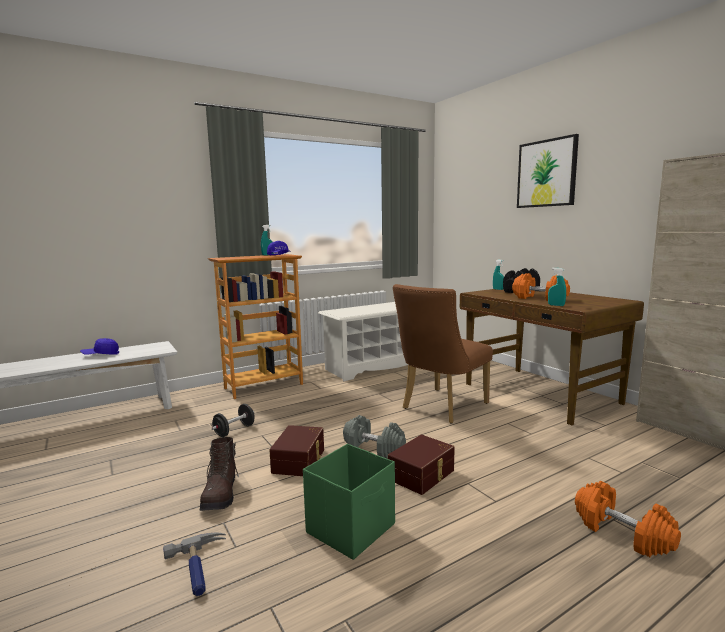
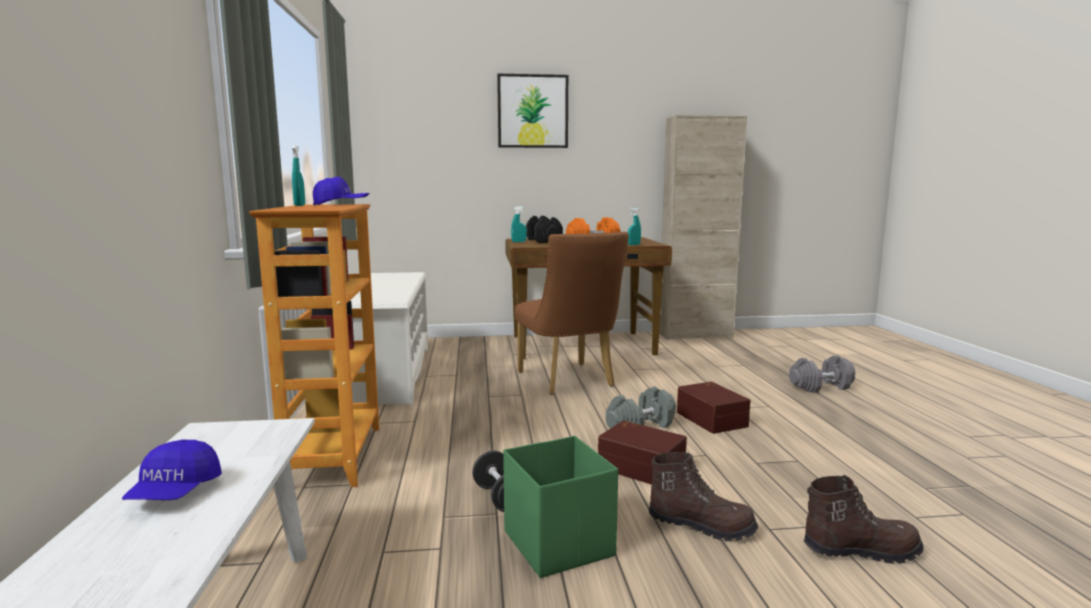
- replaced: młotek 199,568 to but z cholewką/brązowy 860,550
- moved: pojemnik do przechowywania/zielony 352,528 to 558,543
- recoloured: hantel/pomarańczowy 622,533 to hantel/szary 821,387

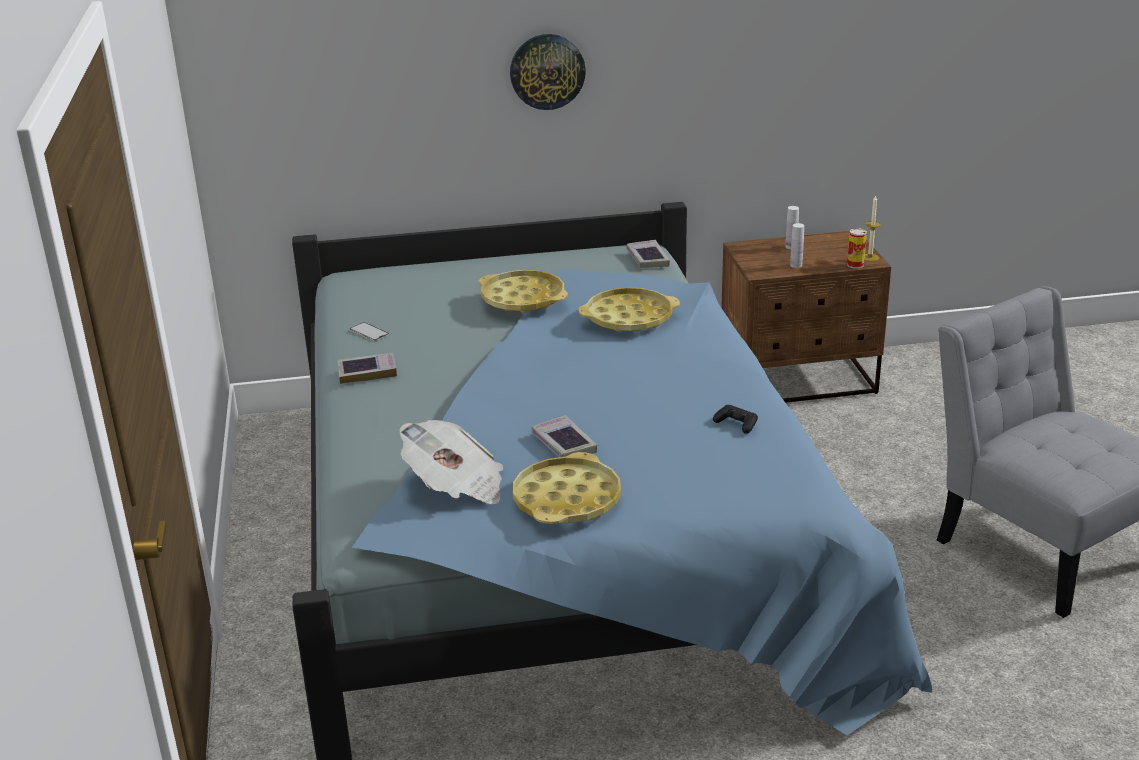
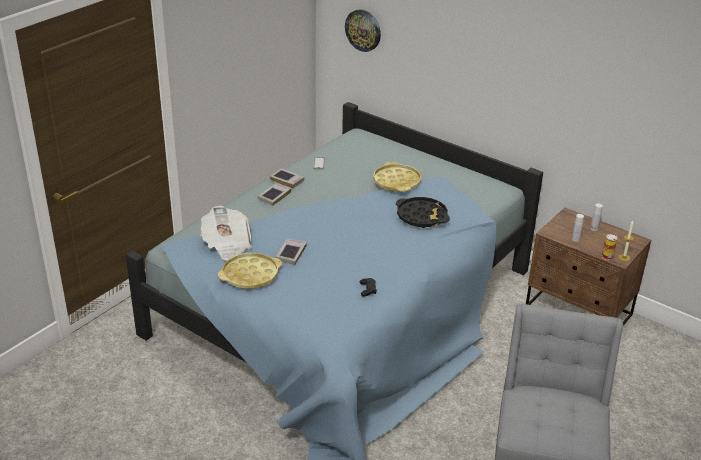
- moved: zegar ścienny 547,71 to 363,30
- recoloured: taca/żółty 629,317 to taca/czarny 422,216
- moved: książka 647,259 to 274,196

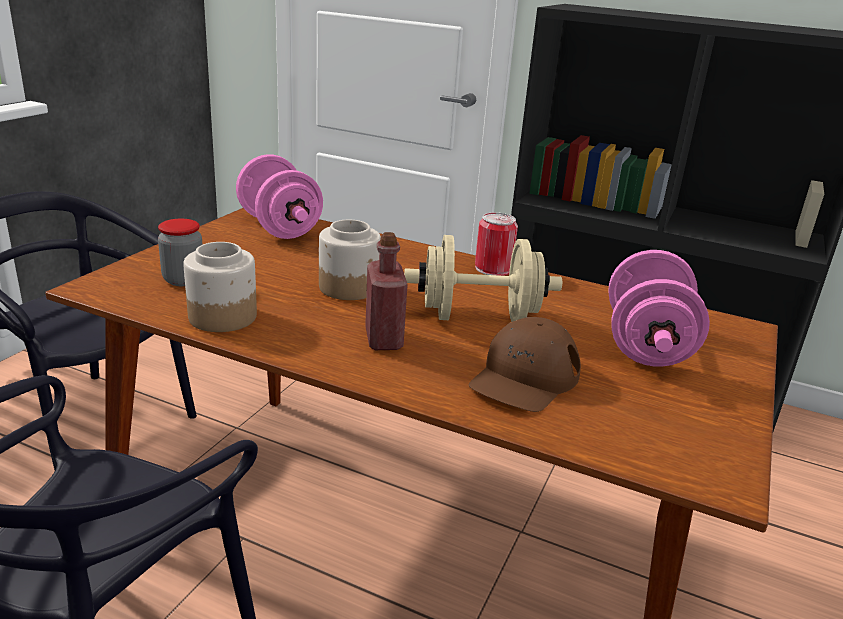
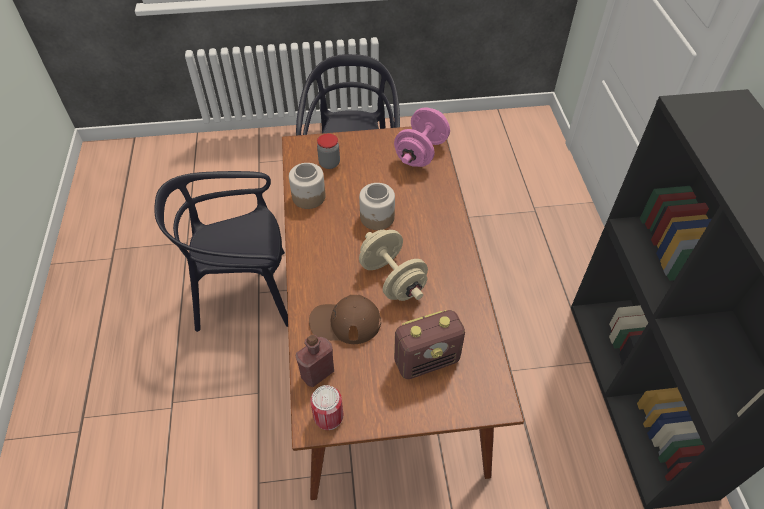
- moved: butelka/czerwony 383,339 to 317,373
- moved: puszka 493,268 to 328,416
- replaced: hantel/różowy 646,345 to radio 427,360

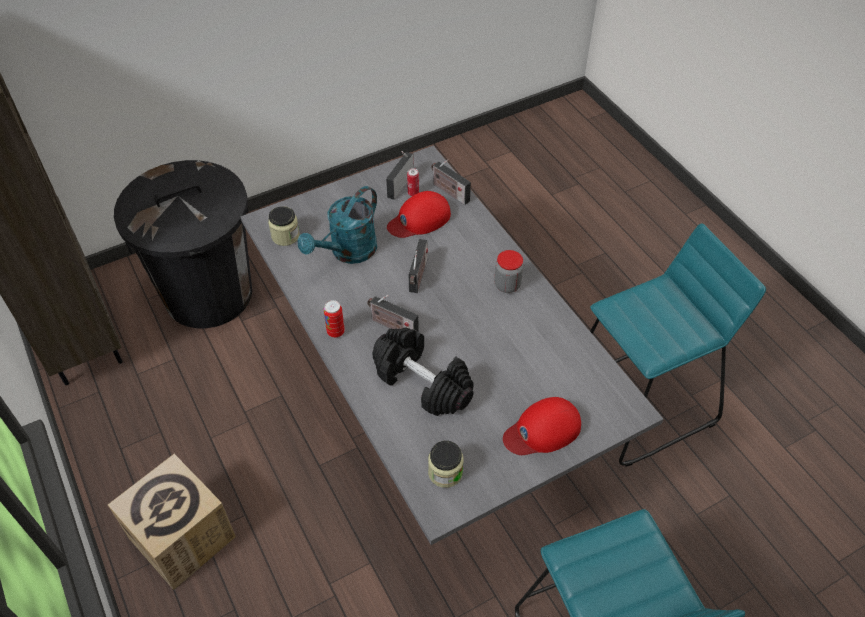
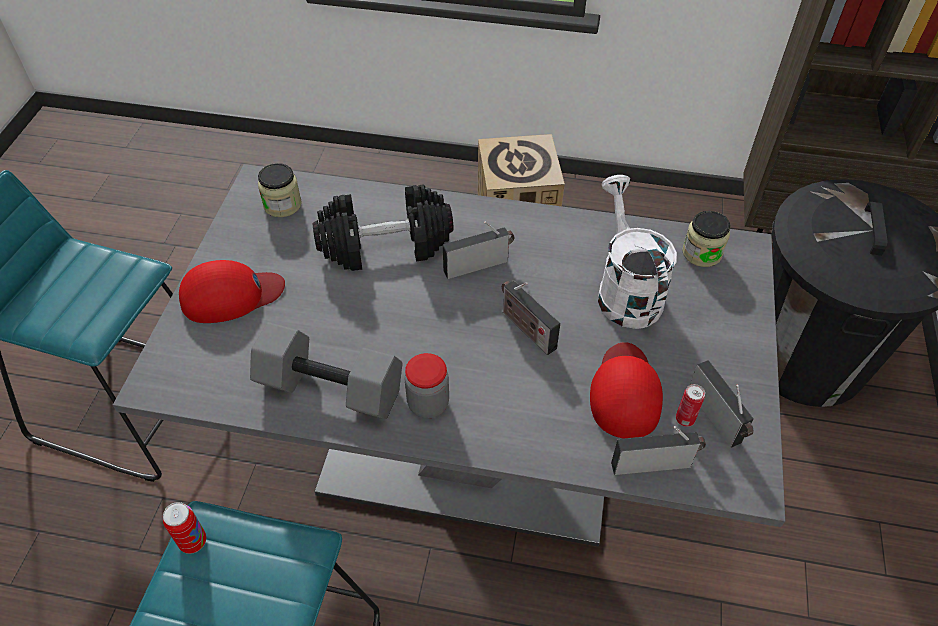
- recoloured: konewka/turkusowy 348,252 to konewka/biały 625,290
- moved: puszka 335,332 to 193,541
- turned: czapka z daszkiem/czerwony 542,430 = 231,295 60 degrees clockwise
- added: hantel/szary 333,386

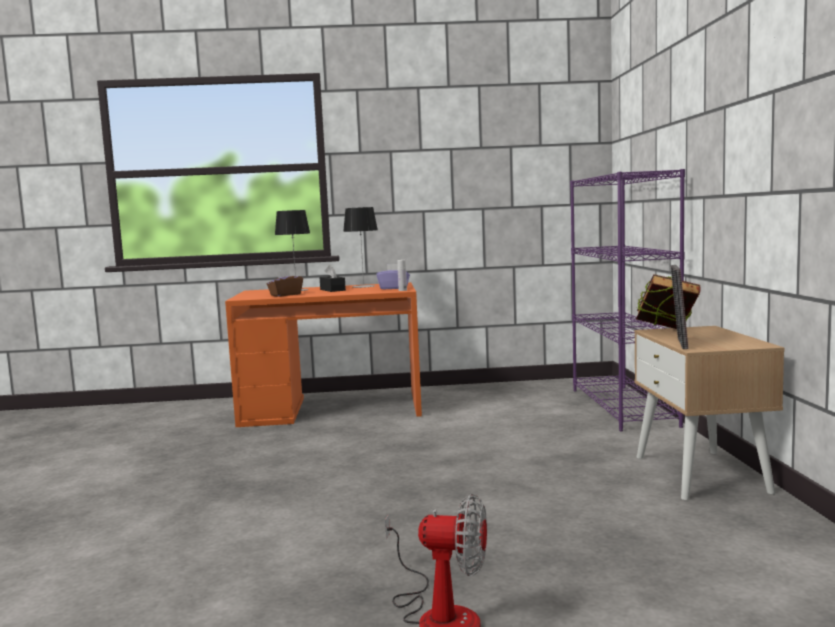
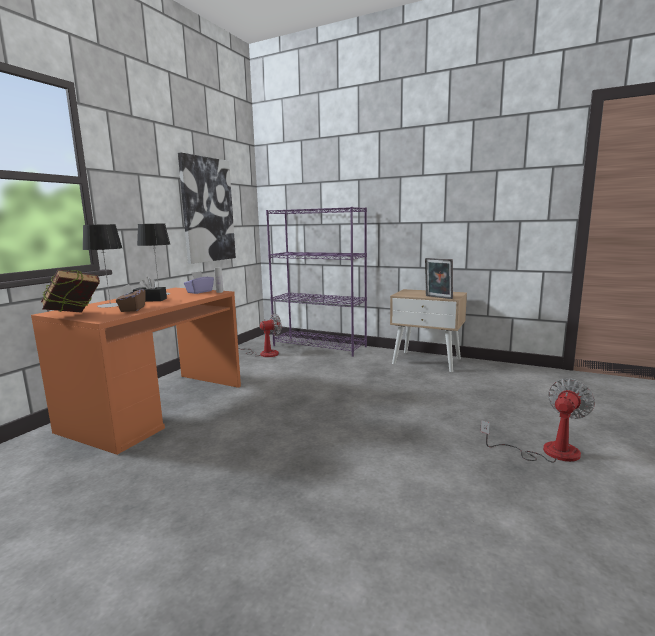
- moved: książka 666,332 to 74,316
- added: obraz 207,210
- added: wentylator 263,353

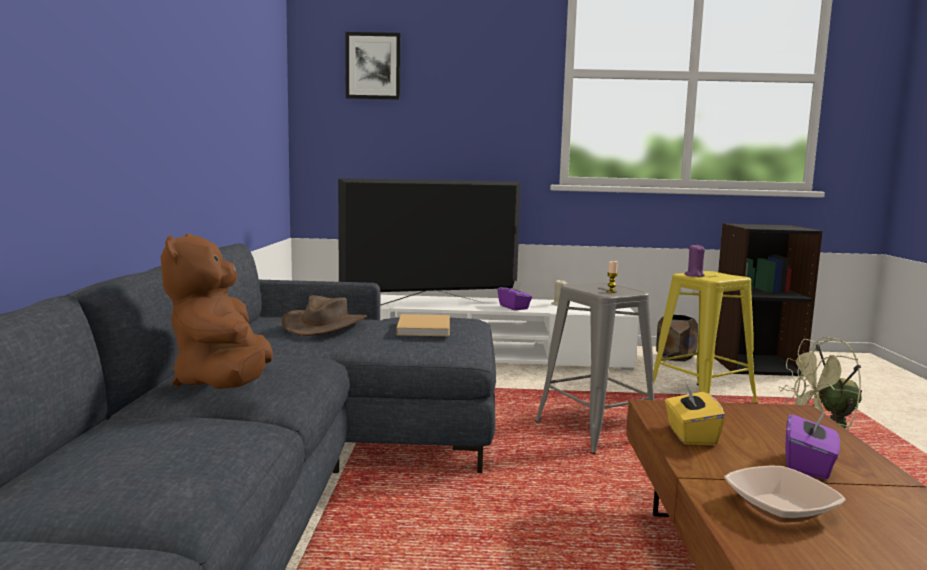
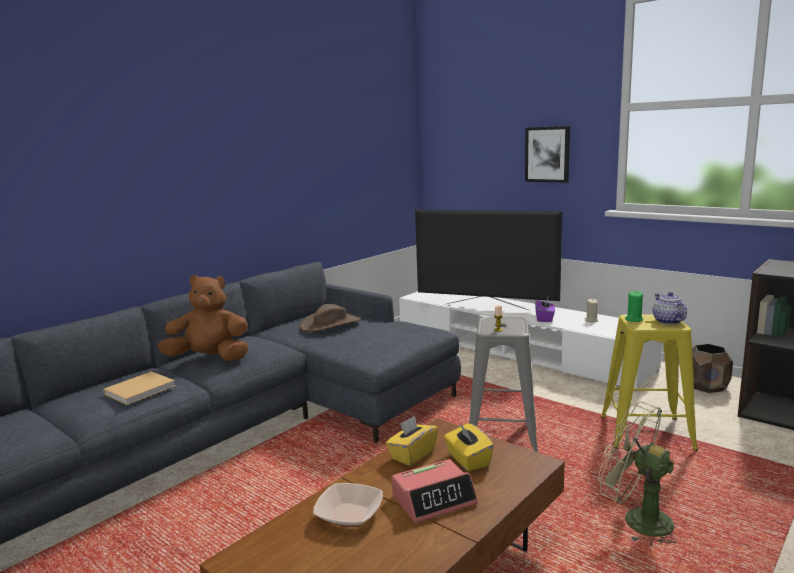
- turned: pluszak/brązowy 224,385 = 210,359 60 degrees clockwise
- moved: obraz 373,66 to 547,154
- moved: książka/beżowy 424,328 to 142,389
- recoloured: świeca/fioletowy 694,275 to świeca/zielony 633,319
- replaced: pudełko chusteczek/fioletowy 809,466 to budzik 434,499
- added: pudełko chusteczek/żółty 468,460
- added: imbryk 667,321

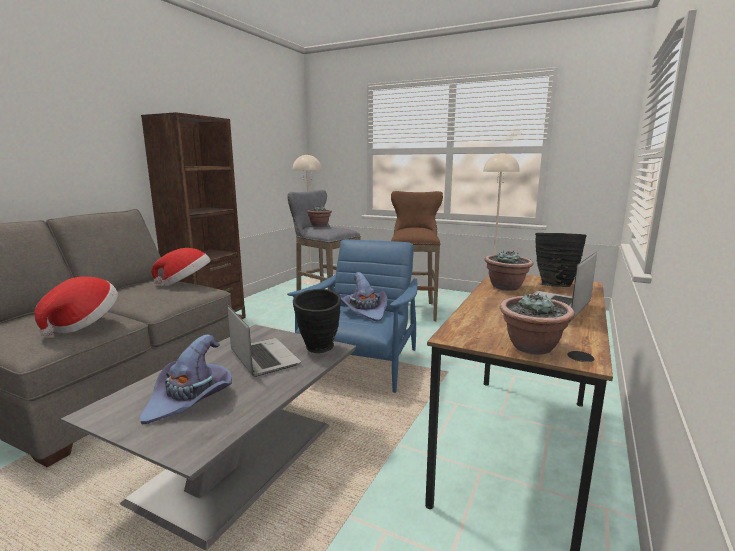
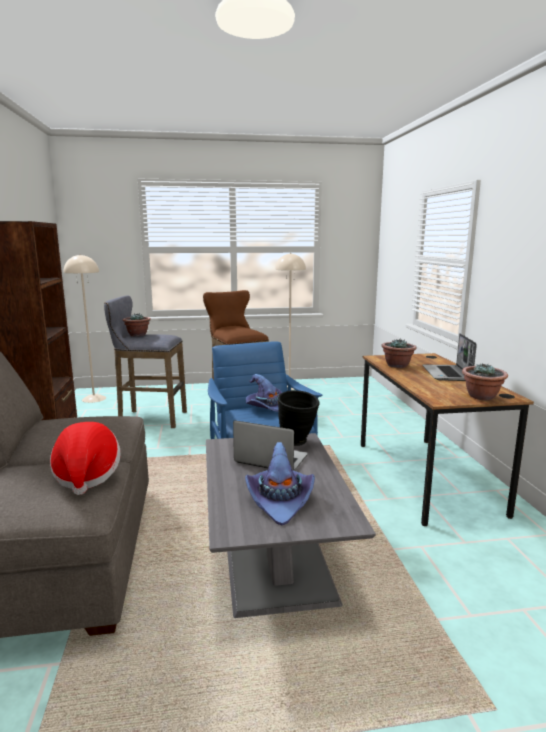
- removed: kapelusz 185,283
- removed: wazon/czarny 553,285

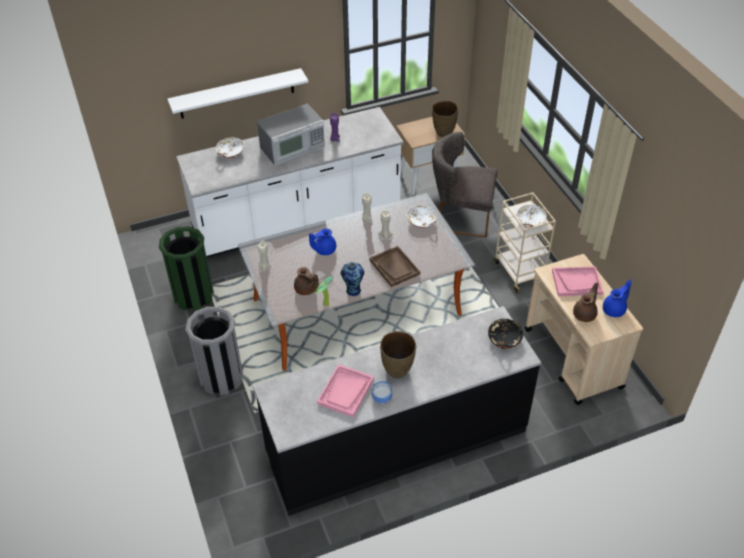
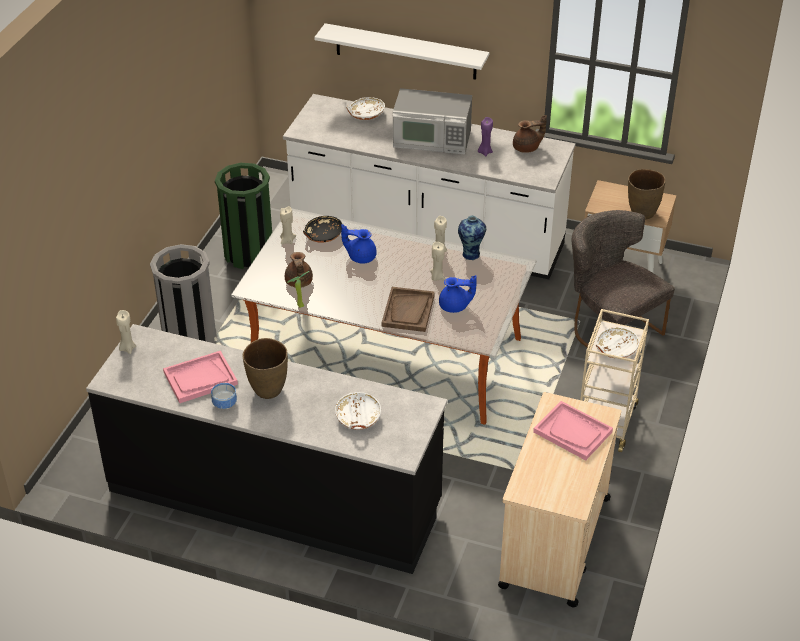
- moved: wazon 353,290 to 471,254
- moved: miska/biały 421,221 to 358,418
- moved: miska/czarny 504,339 to 323,235
- moved: imbryk/brązowy 585,314 to 527,148
- moved: imbryk/niebieski 614,310 to 455,306
- added: świeca/beżowy 127,348

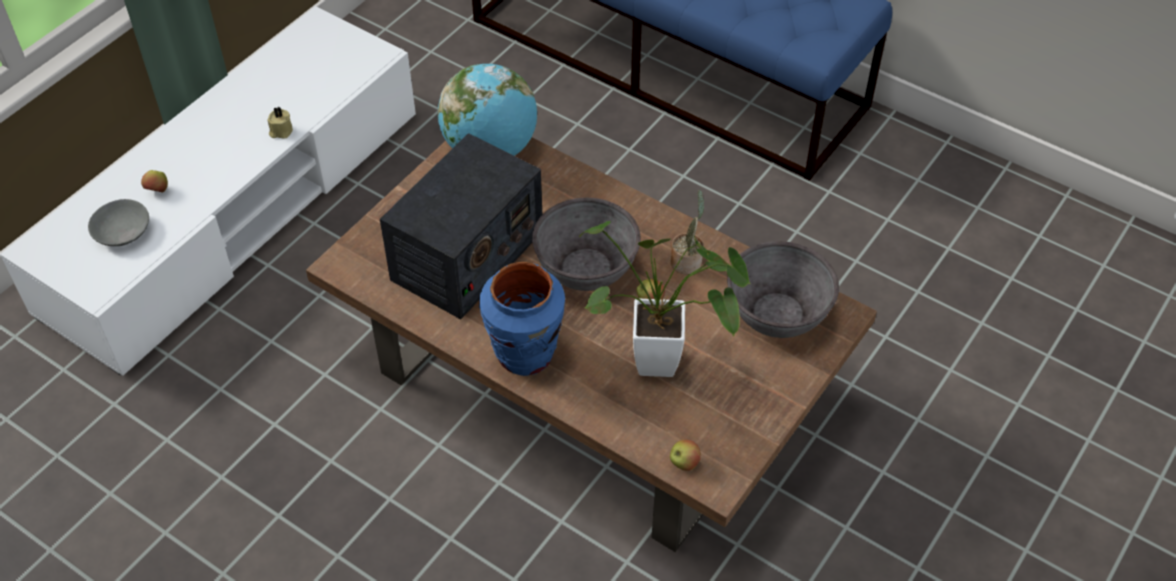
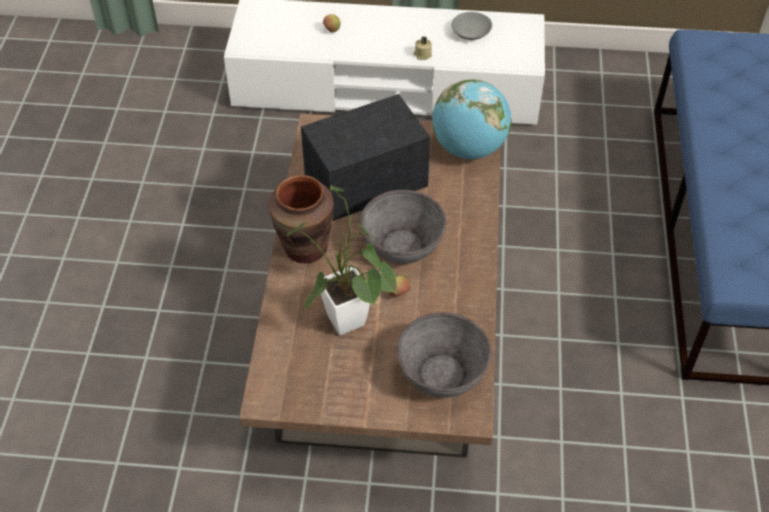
- moved: miska/szary 122,232 to 470,33
- turned: radio 467,256 = 366,180 150 degrees clockwise
- recoloured: wazon/niebieski 525,354 to wazon/brązowy 305,248
- removed: jabłko 684,463
- removed: roślina doniczkowa 687,261

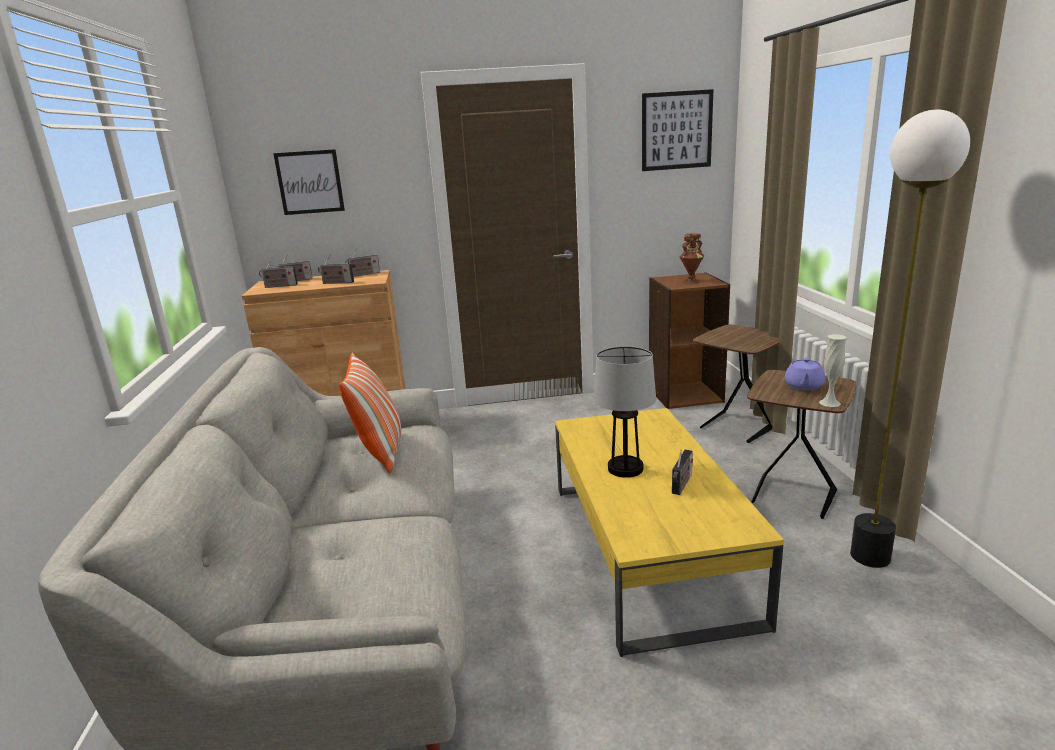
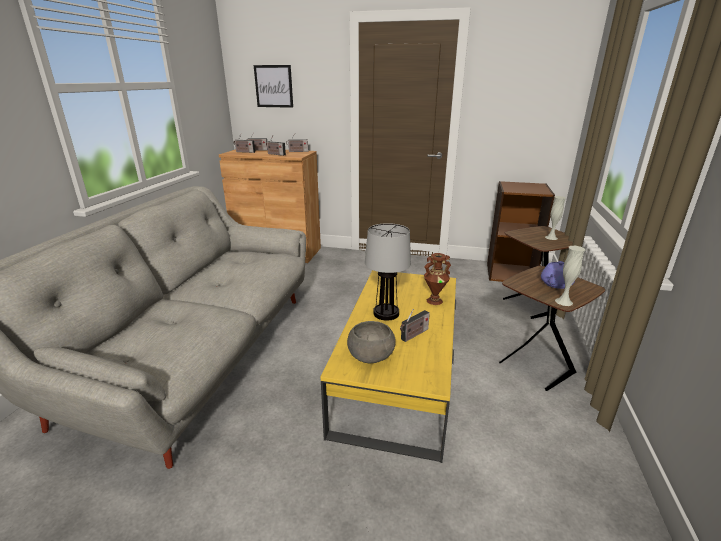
- removed: poduszka 380,451
- removed: obraz 676,130
- moved: wazon/brązowy 691,281 to 434,300
- removed: lampa stojąca 871,556
- added: miska/szary 371,355
- added: wazon/biały 551,237

